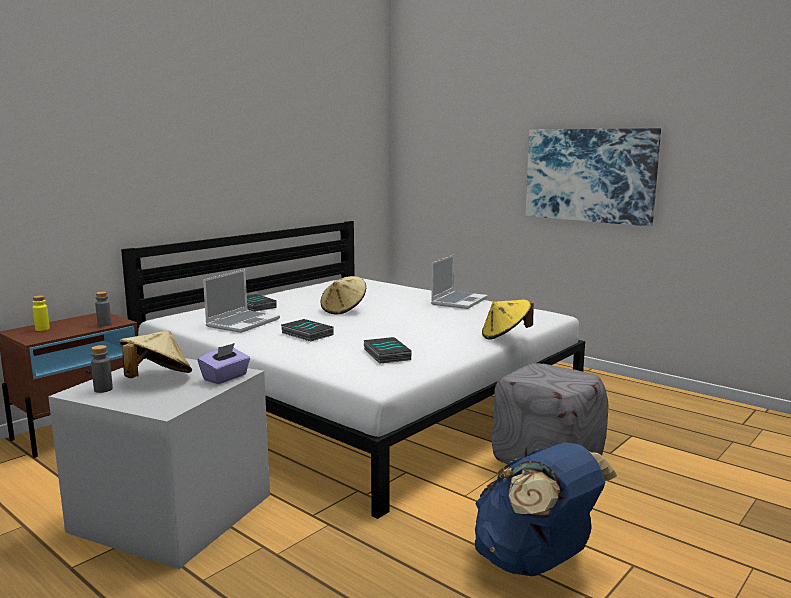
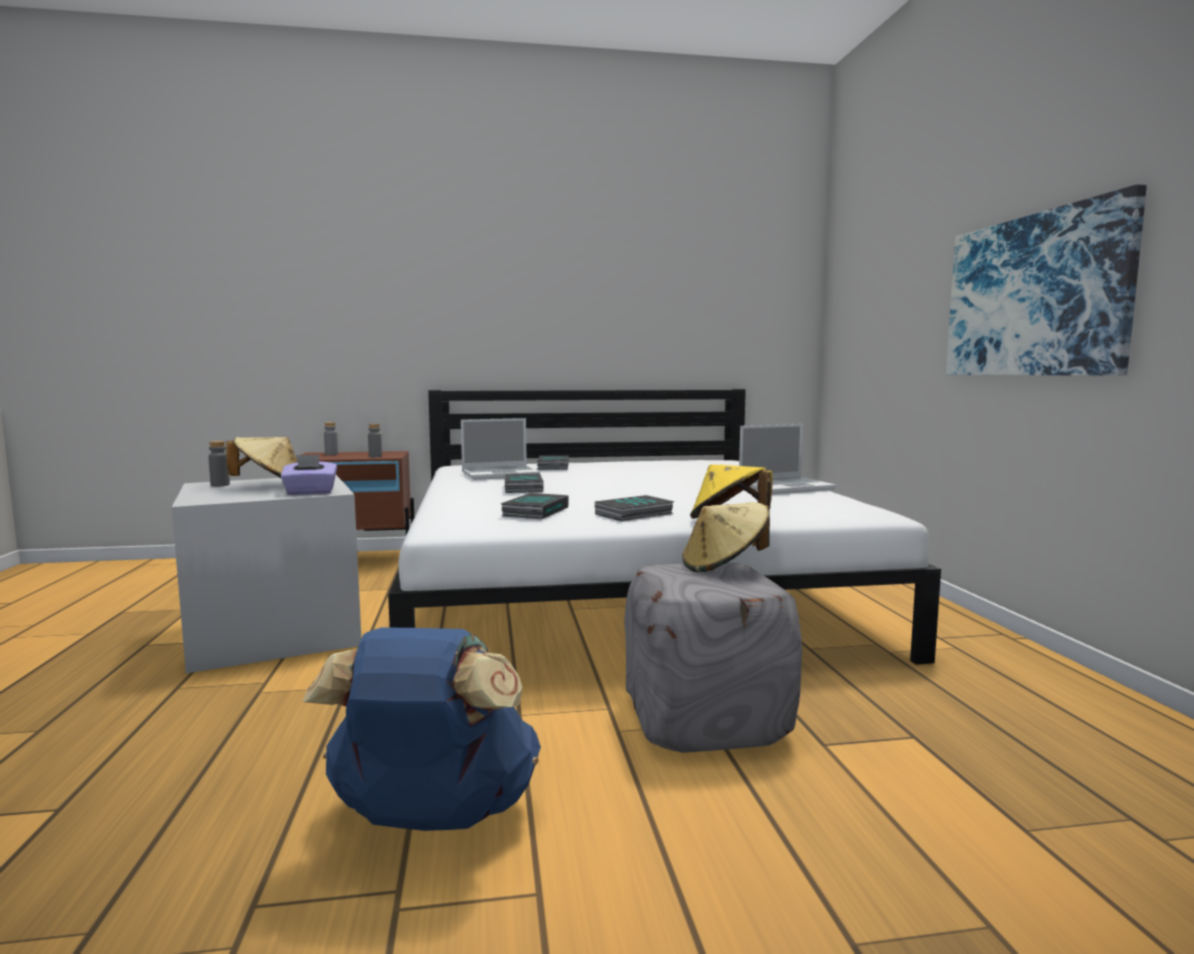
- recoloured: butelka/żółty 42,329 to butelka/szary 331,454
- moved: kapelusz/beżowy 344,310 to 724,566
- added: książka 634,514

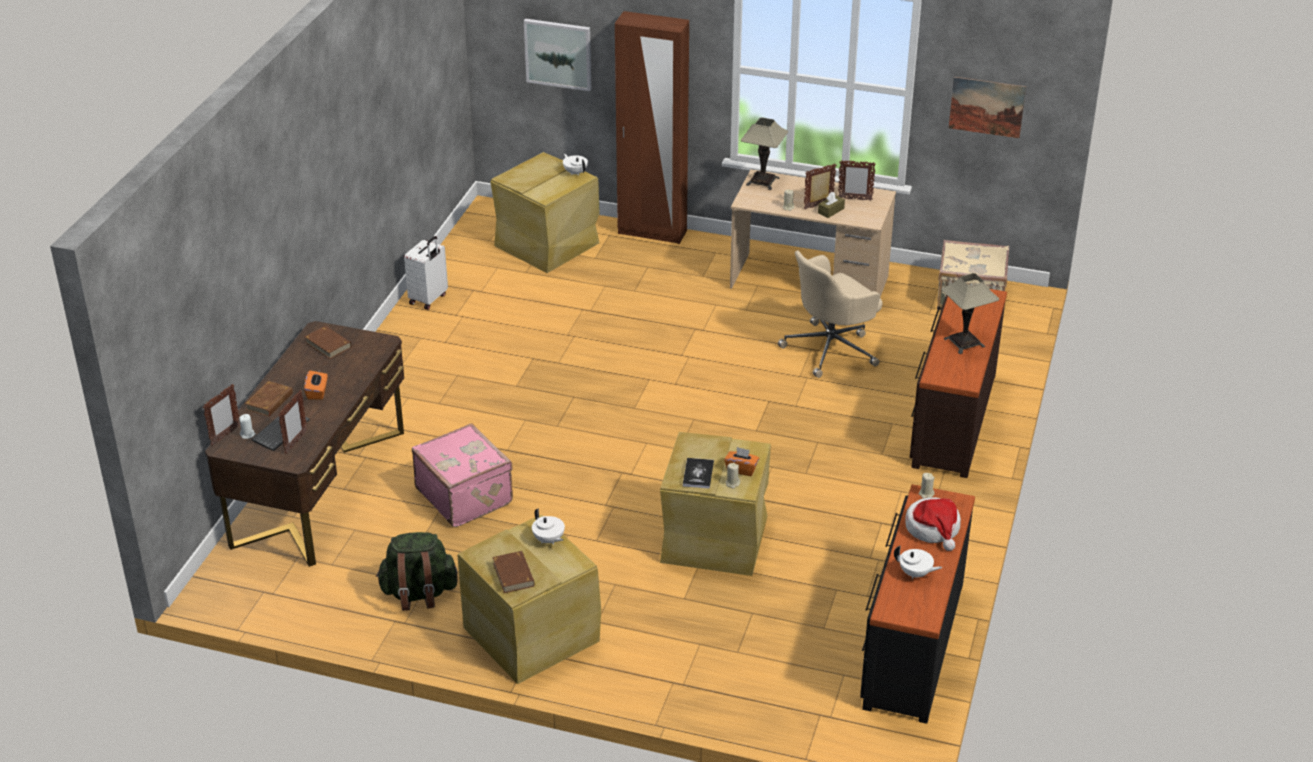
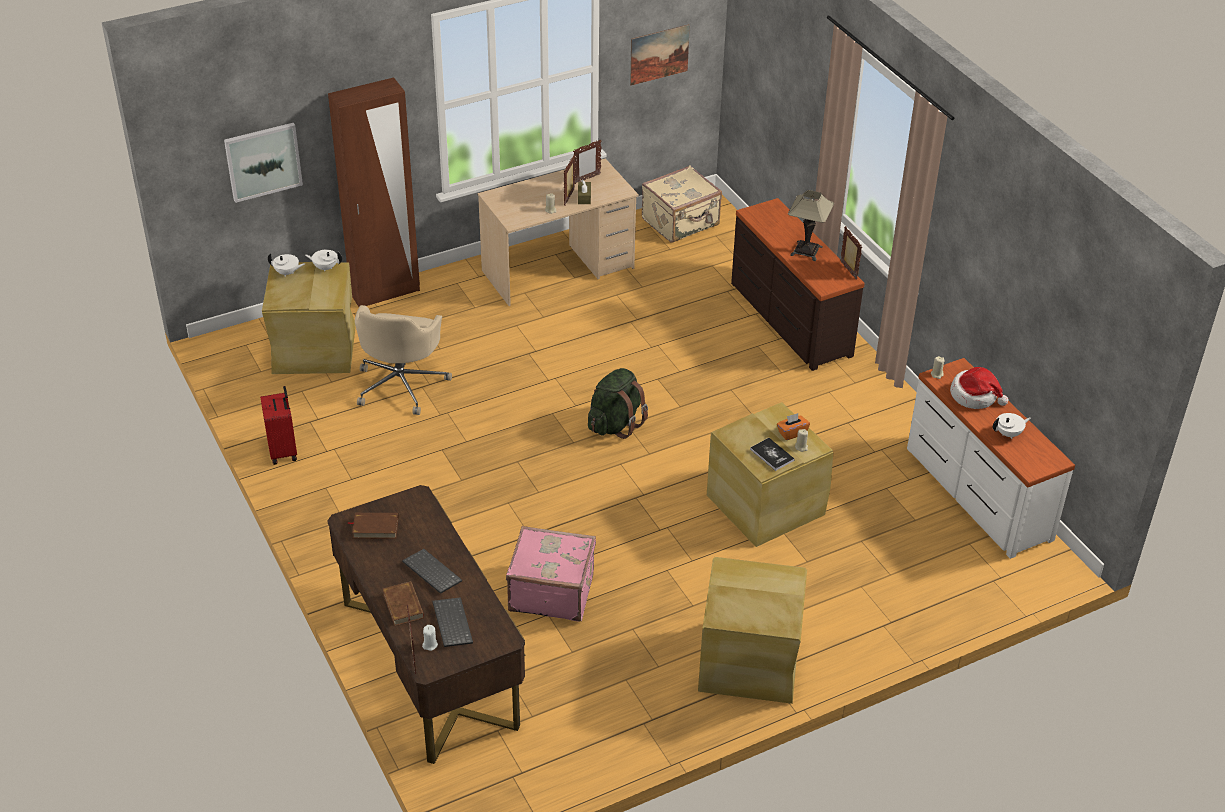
- moved: ramka na zdjęcie 295,443 to 848,271
- replaced: pudełko chusteczek/pomarańczowy 317,392 to klawiatura 430,572
- moved: plecak/zielony 419,593 to 615,424
- recoloured: walizka/biały 429,299 to walizka/czerwony 284,451
- removed: książka/brązowy 513,574
- moved: imbryk/biały 548,540 to 287,273
- removed: lampa stołowa 762,181
- moved: krzesło biurowe/beżowy 831,349 to 401,384
- recoloured: komoda/czarny 911,644 to komoda/biały 976,494

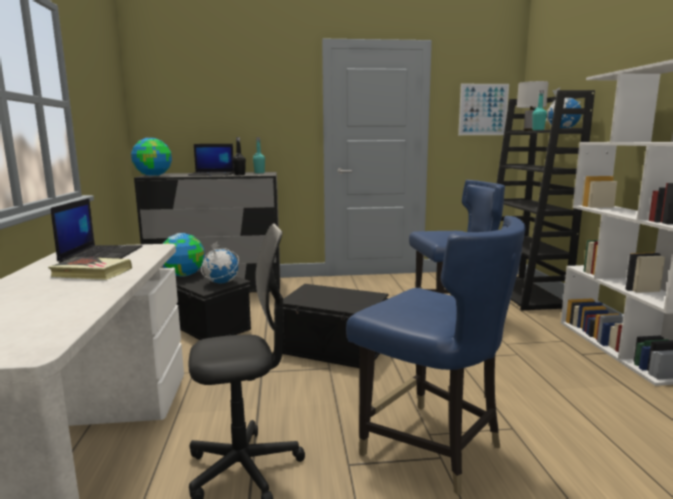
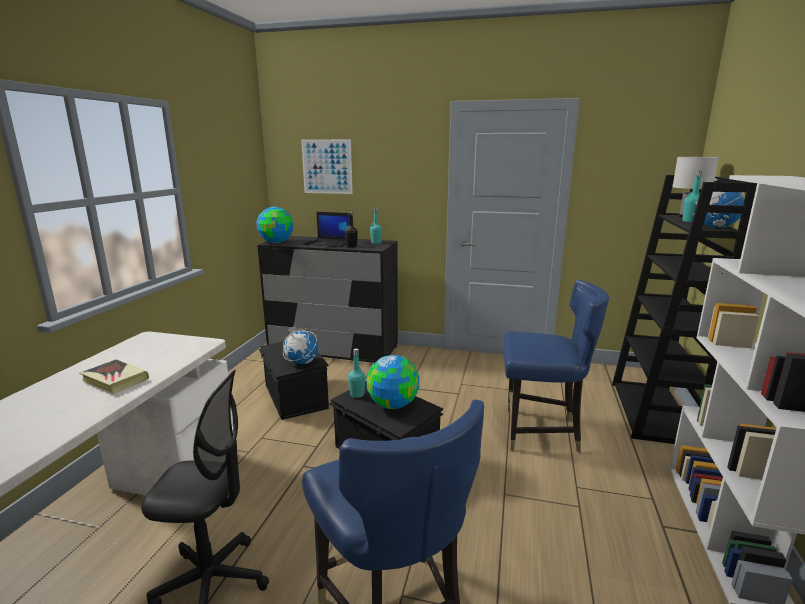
- removed: laptop 102,255
- moved: globus 184,275 to 393,404
- moved: obraz 483,109 to 327,166
- added: butelka/turkusowy 357,394

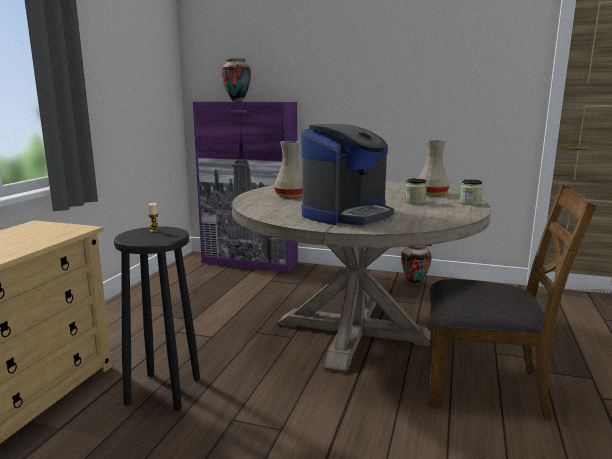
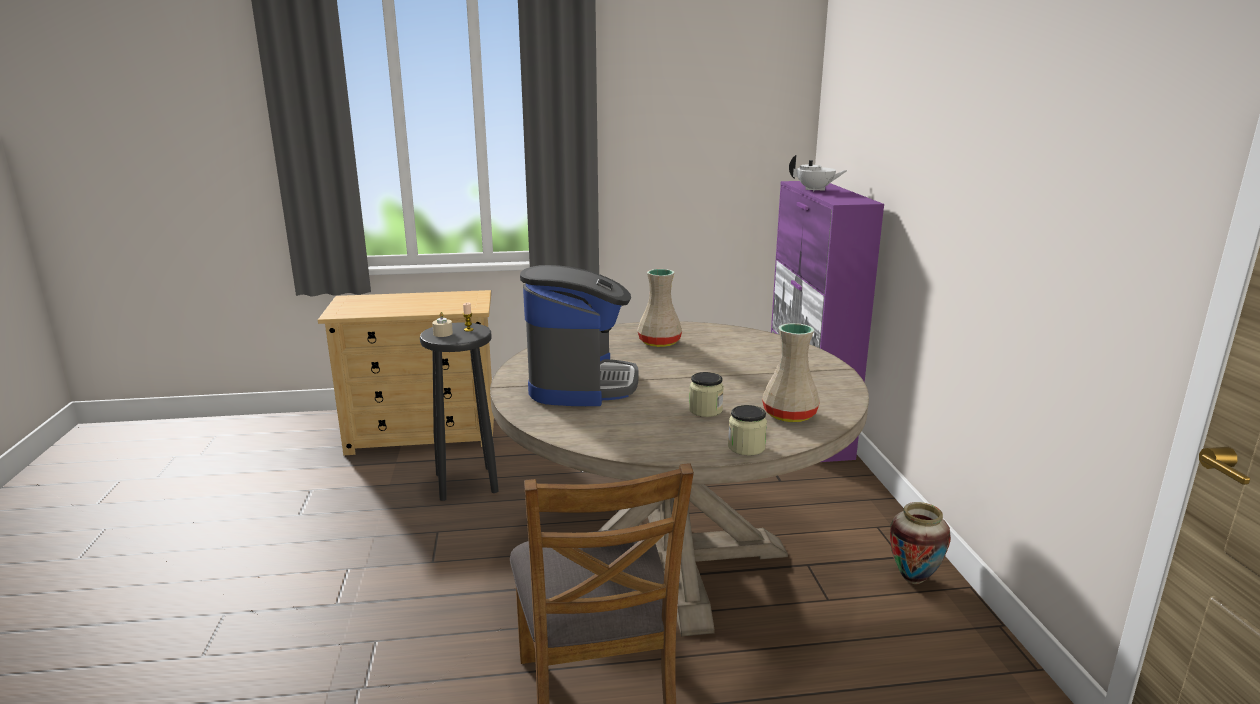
- replaced: wazon 237,101 to imbryk/biały 815,190
- turned: ekspres do kawy 346,214 = 581,384 105 degrees counterclockwise
- added: świeca/beżowy 443,333

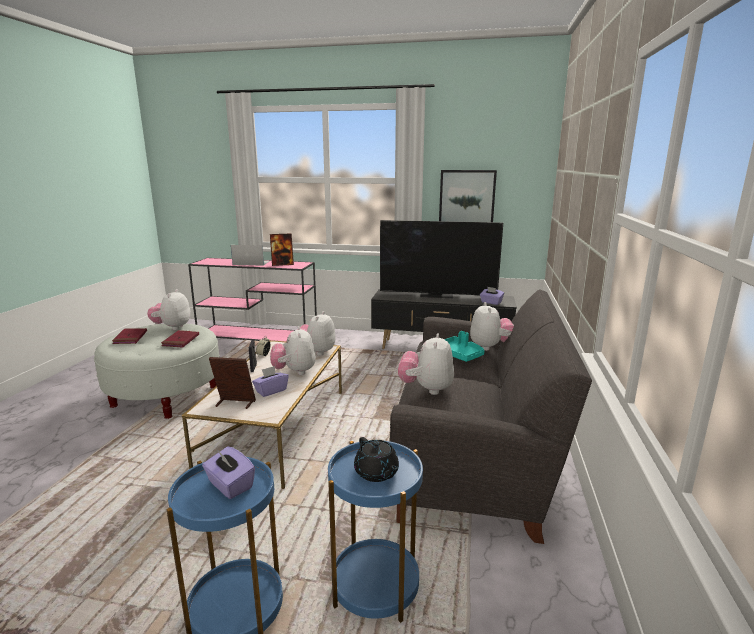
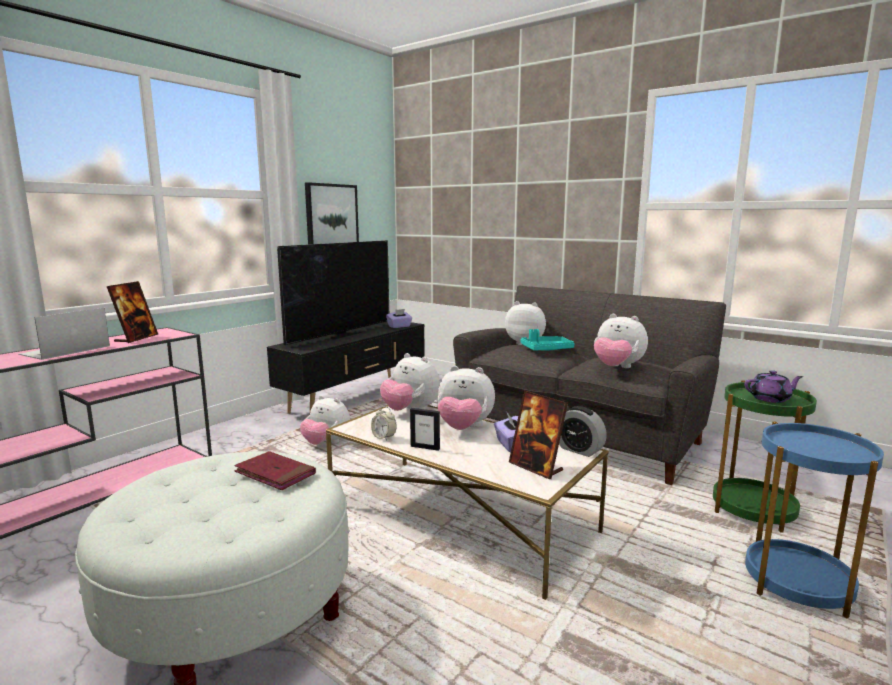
- removed: książka/czerwony 130,338
- moved: pluszak 172,327 to 326,443
- removed: pudełko chusteczek/fioletowy 229,485
- turned: ramka na zdjęcie 235,403 = 536,467 75 degrees counterclockwise
- recoloured: stolik/niebieski 375,586 to stolik/zielony 753,511
- recoloured: imbryk/czarny 376,473 to imbryk/fioletowy 770,399
- added: budzik 579,450

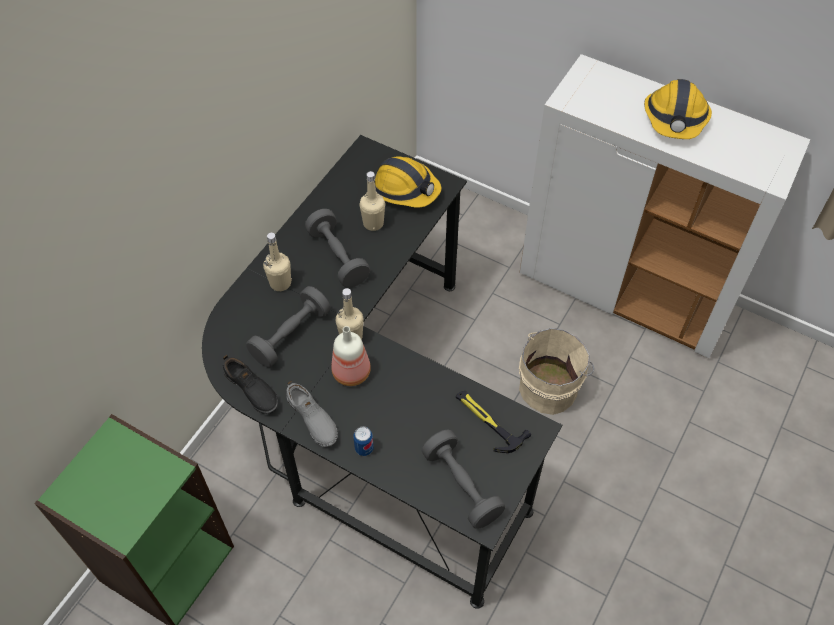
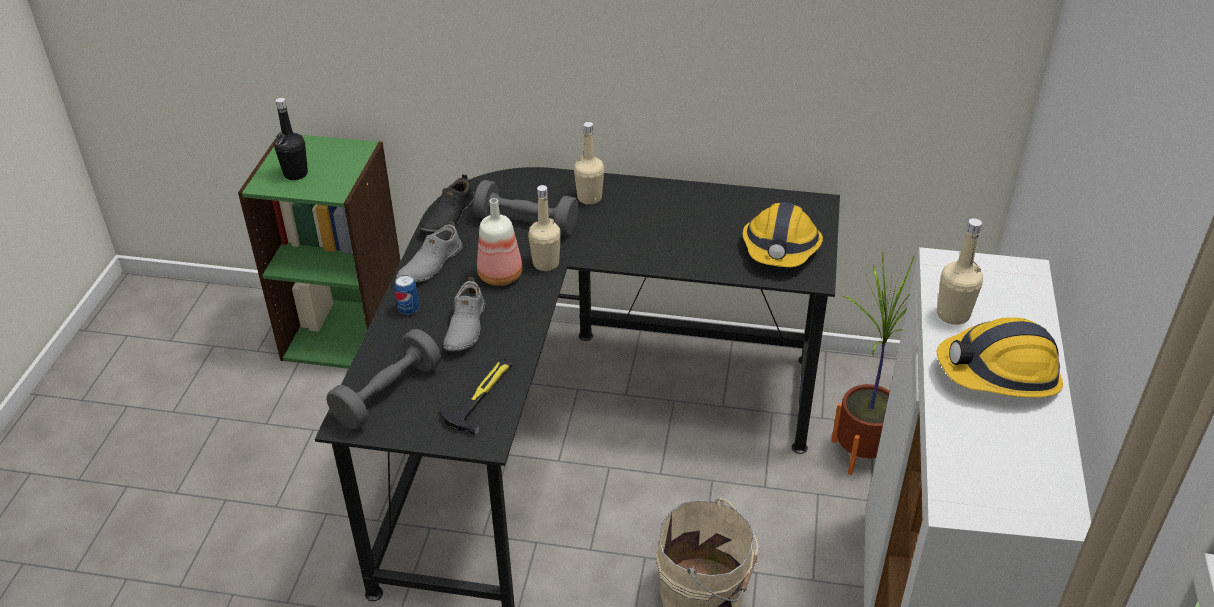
- removed: hantel/szary 338,257
- moved: butelka/beżowy 373,223 to 953,314
- added: butelka/czarny 295,174
- added: but/szary 464,327
- added: roślina doniczkowa 862,453

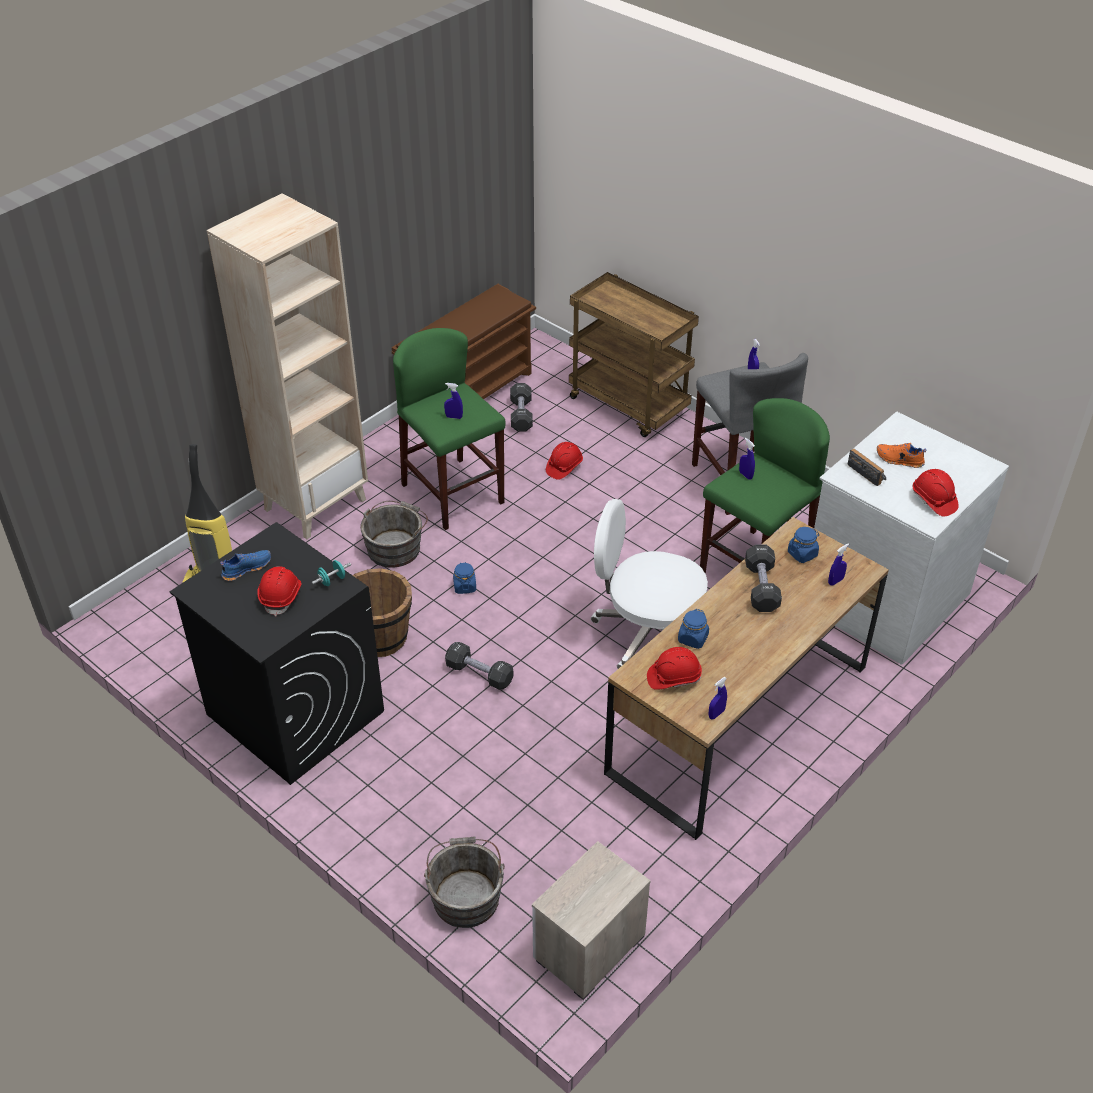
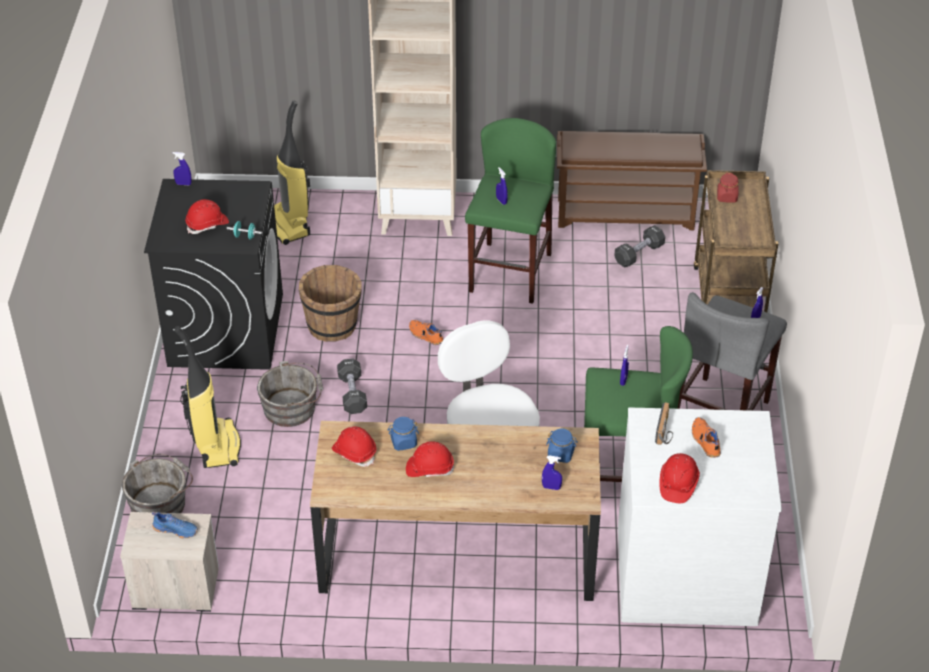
- moved: but/niebieski 246,568 to 176,529
- moved: wiadro/szary 395,547 to 292,408
- replaced: słoik/niebieski 464,586 to but/pomarańczowy 425,336
- moved: kask/czerwony 564,467 to 429,468
- moved: spryskiwacz/niebieski 716,714 to 183,184
- removed: hantel/czarny 761,587
- added: odkurzacz 216,445
- added: słoik/czerwony 727,197

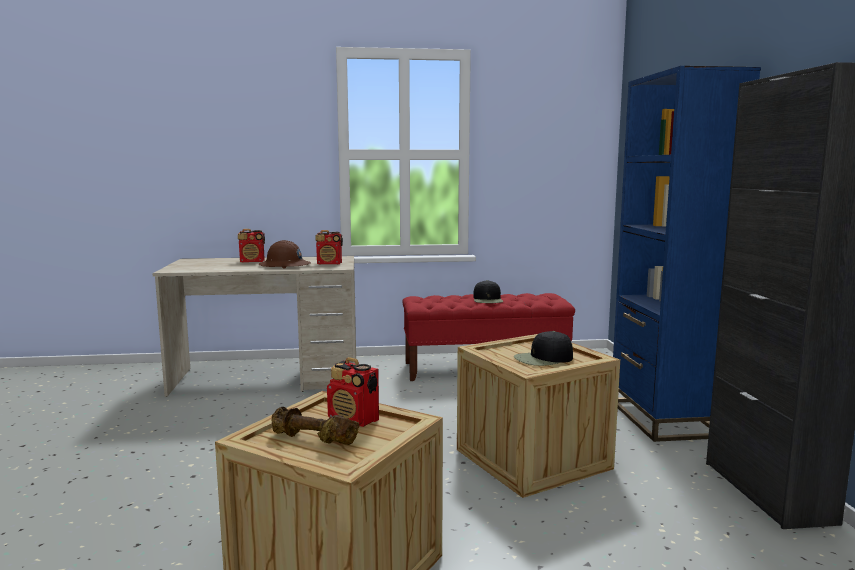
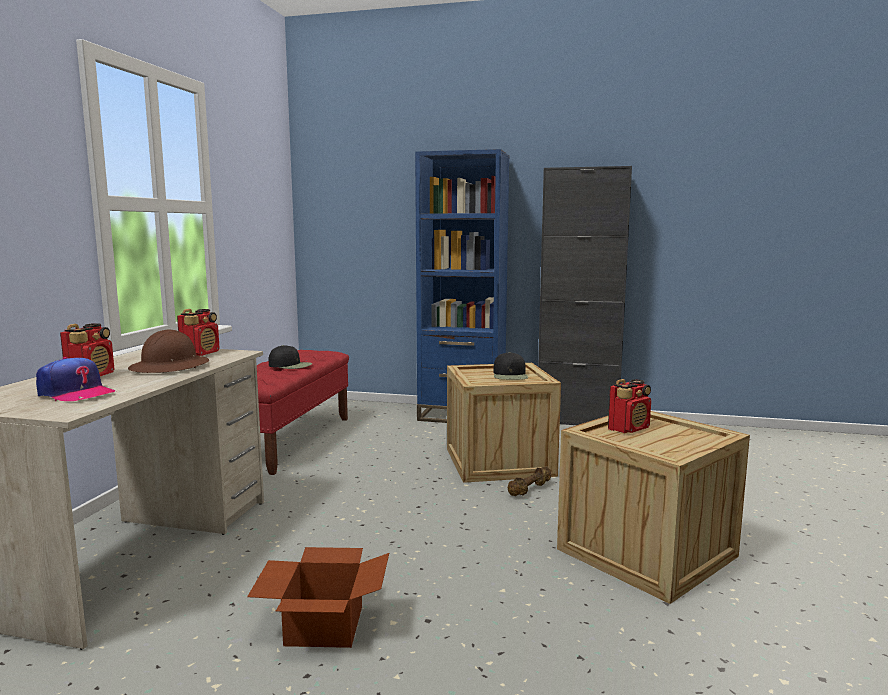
- moved: hantel/brązowy 312,440 to 530,490
- added: czapka z daszkiem 75,393
- added: karton 322,624

